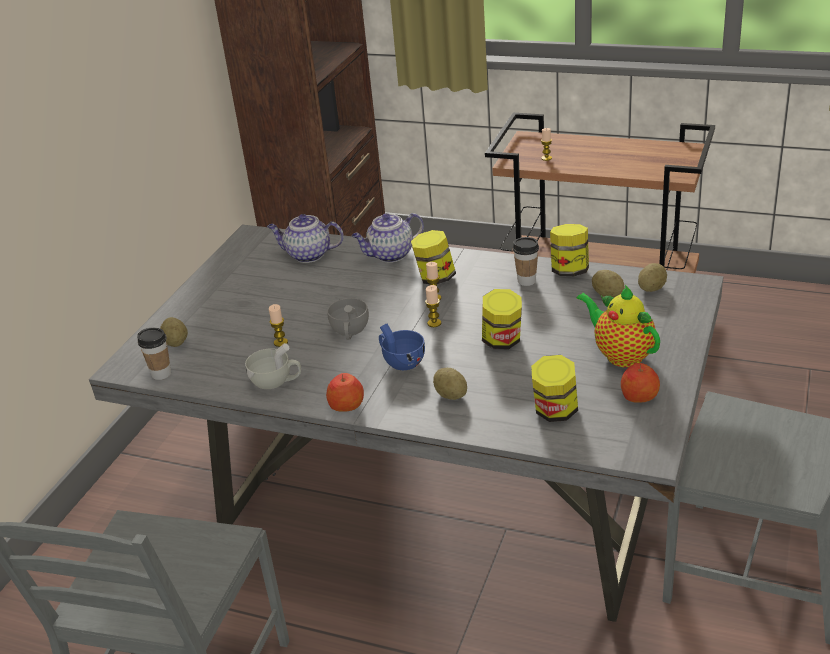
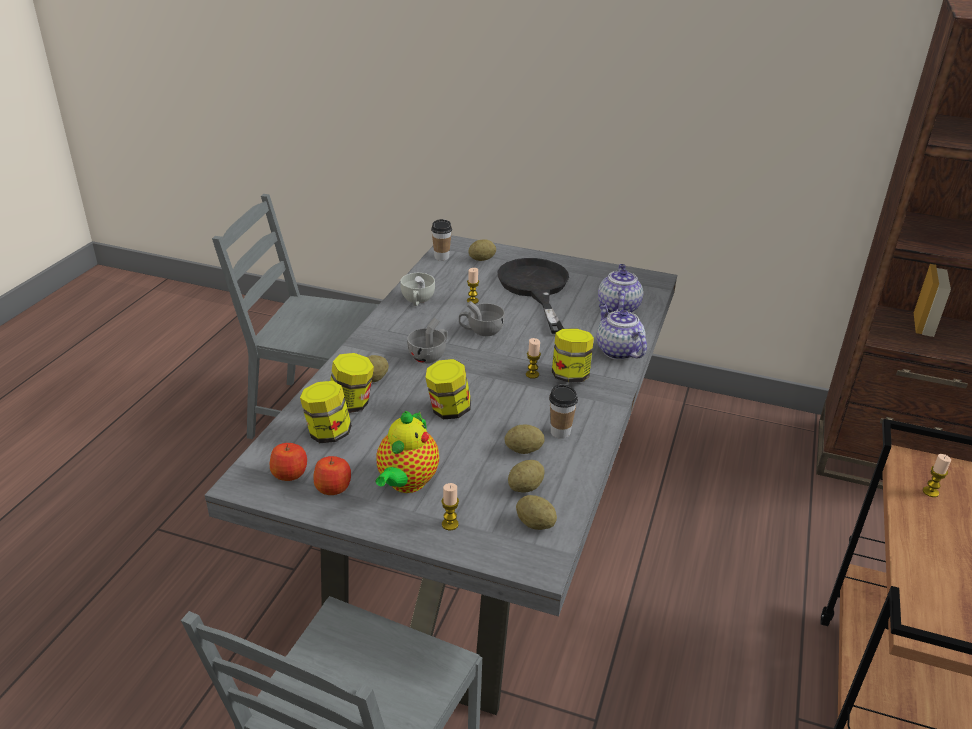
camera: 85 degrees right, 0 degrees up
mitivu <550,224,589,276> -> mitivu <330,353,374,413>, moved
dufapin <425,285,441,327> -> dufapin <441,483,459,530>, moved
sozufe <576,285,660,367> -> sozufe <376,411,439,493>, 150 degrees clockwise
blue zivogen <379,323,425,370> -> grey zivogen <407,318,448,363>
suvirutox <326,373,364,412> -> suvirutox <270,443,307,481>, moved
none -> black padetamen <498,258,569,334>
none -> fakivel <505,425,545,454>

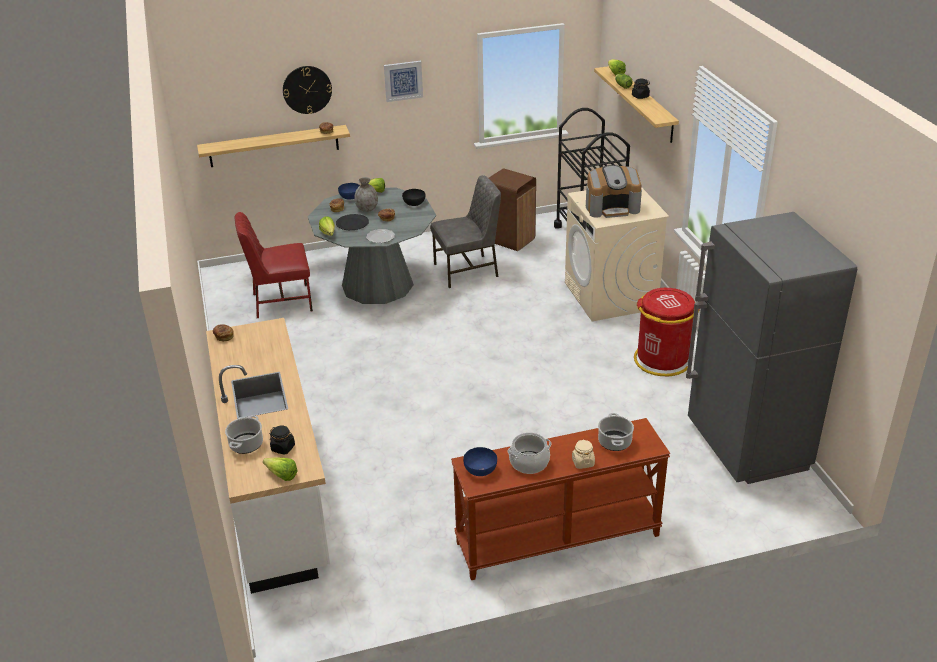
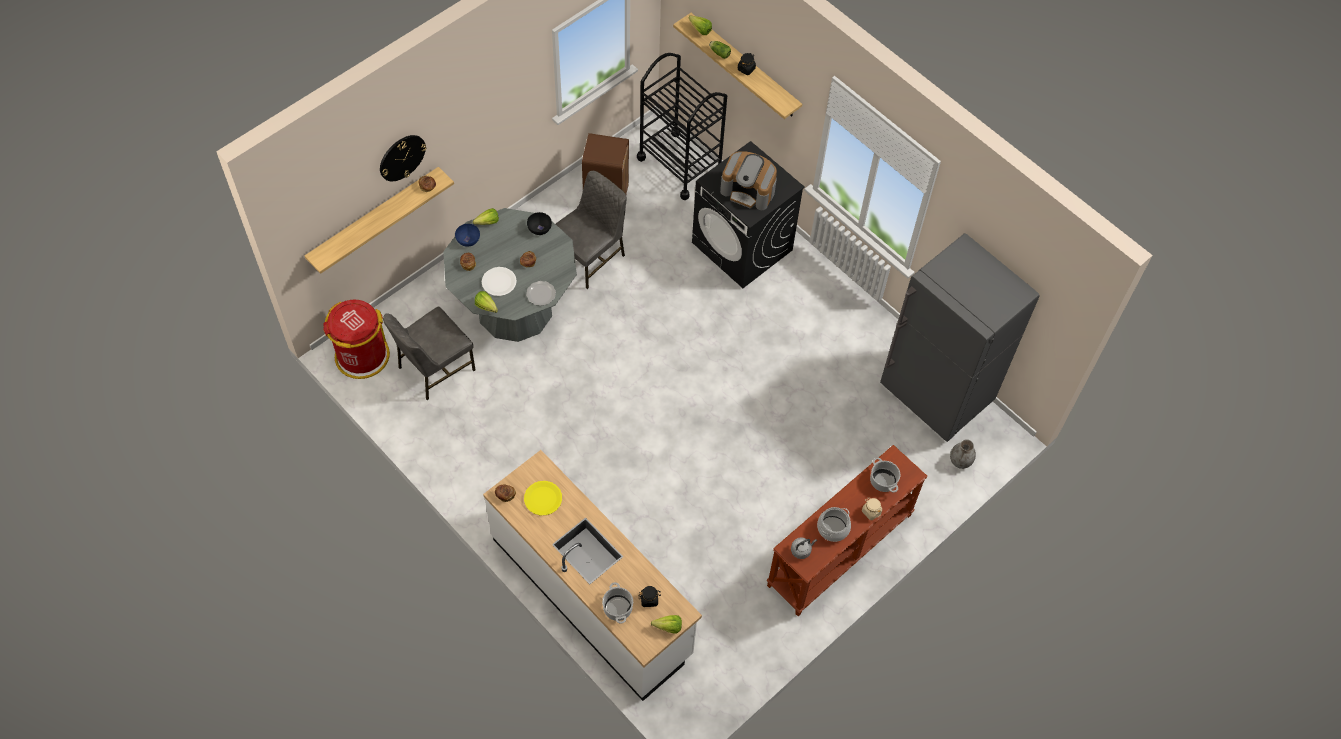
camera: 30 degrees left, 25 degrees up
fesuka <384,61,423,102> -> none
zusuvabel <586,165,642,218> -> zusuvabel <720,151,777,210>, 60 degrees clockwise
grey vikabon <354,177,378,212> -> grey vikabon <950,439,976,469>, moved
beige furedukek <565,187,669,321> -> black furedukek <692,141,805,288>
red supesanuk <235,212,313,318> -> grey supesanuk <383,307,476,400>
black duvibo <336,214,369,230> -> white duvibo <482,267,517,296>
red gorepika <634,288,700,376> -> red gorepika <323,300,390,379>, moved
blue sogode <463,447,497,476> -> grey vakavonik <791,537,817,559>
none -> yellow duvibo <524,481,562,515>

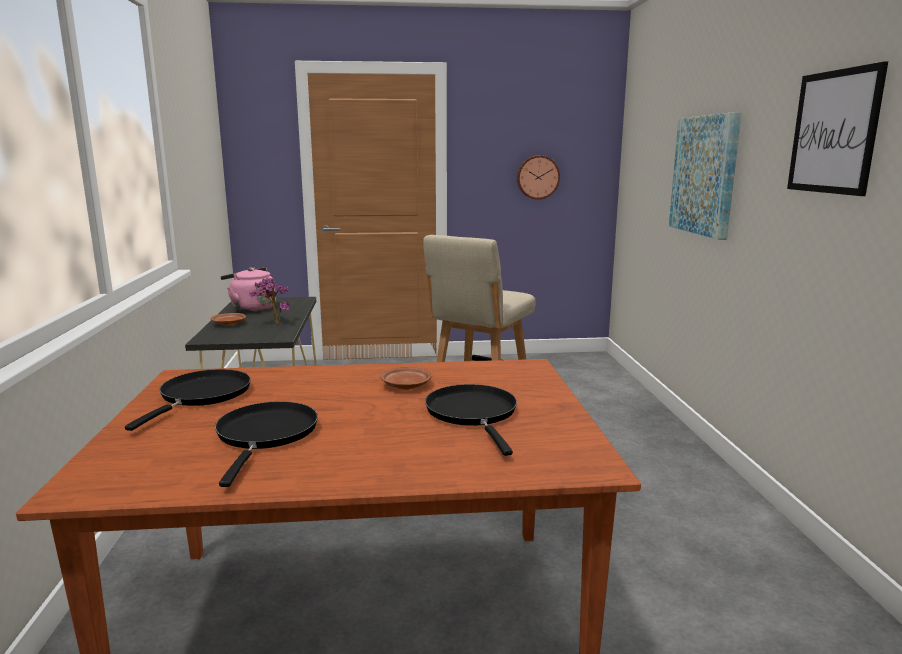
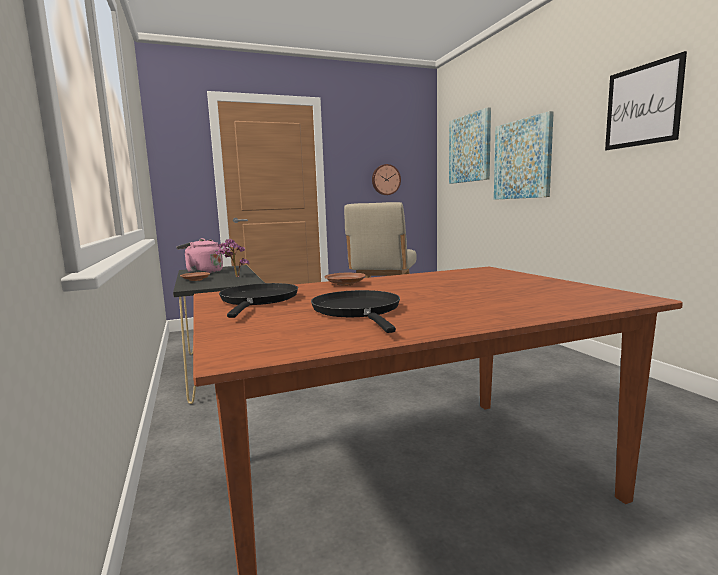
camera: 15 degrees left, 5 degrees down
brown duvibo <380,367,432,390> -> brown duvibo <324,272,366,286>, moved
black padetamen <425,384,517,456> -> none
none -> fesuka <449,107,491,184>

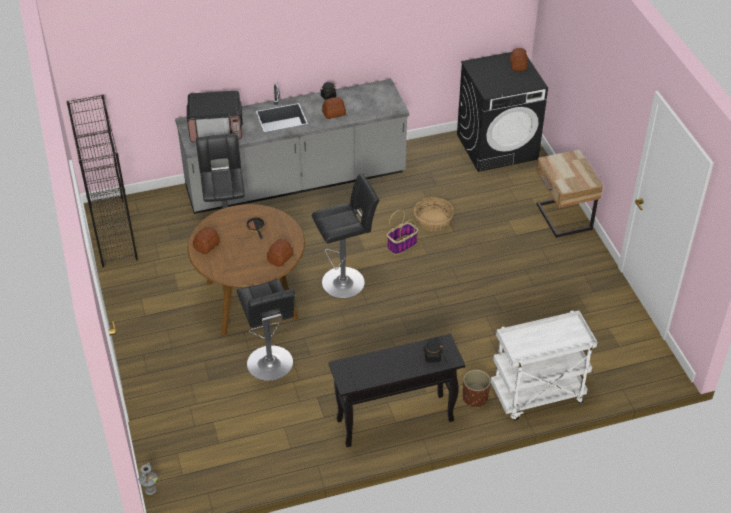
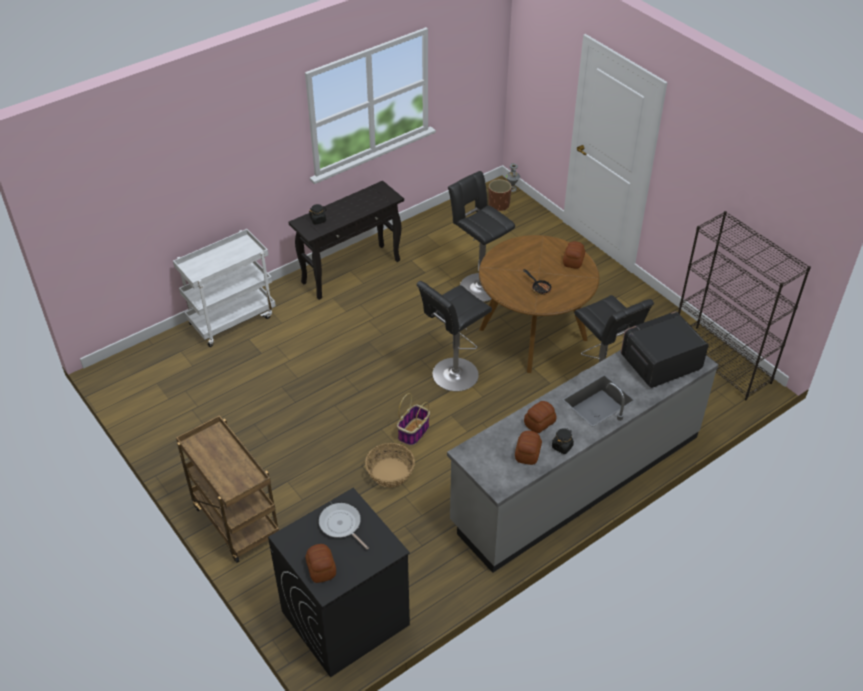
camera: 160 degrees right, 0 degrees up
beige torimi <536,149,603,238> -> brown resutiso <176,415,279,563>
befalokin <267,239,293,267> -> befalokin <515,431,542,465>, moved
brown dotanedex <463,370,491,408> -> brown dotanedex <489,179,512,211>, moved
none -> padetamen <319,503,369,550>

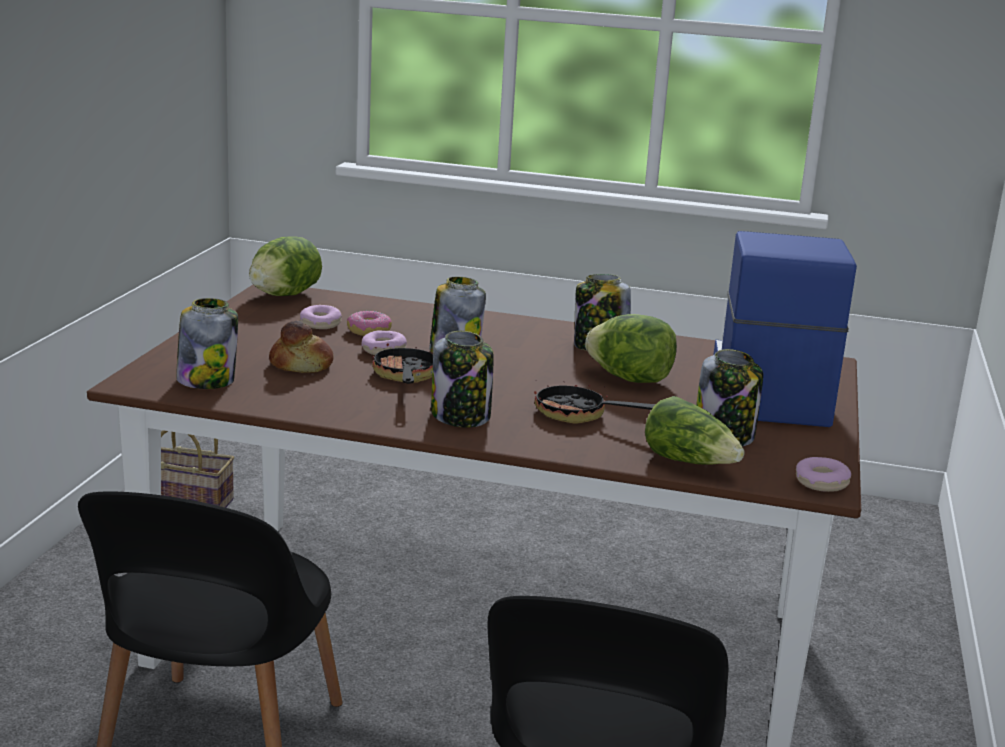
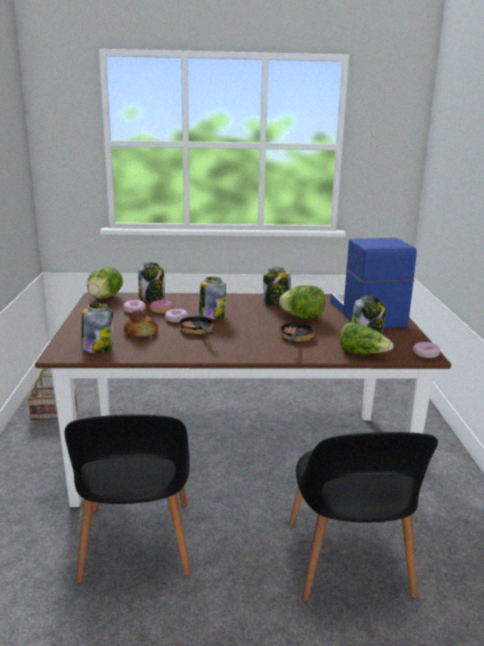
camera: 15 degrees left, 0 degrees up
mitivu <431,331,493,427> -> mitivu <138,262,165,302>, moved
padetamen <534,381,656,424> -> padetamen <279,320,315,342>, 90 degrees clockwise

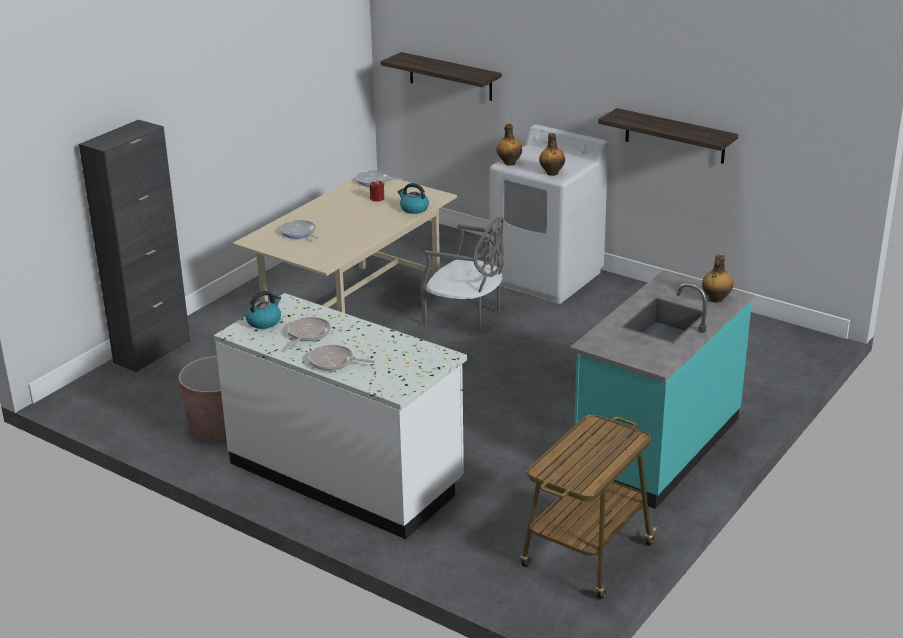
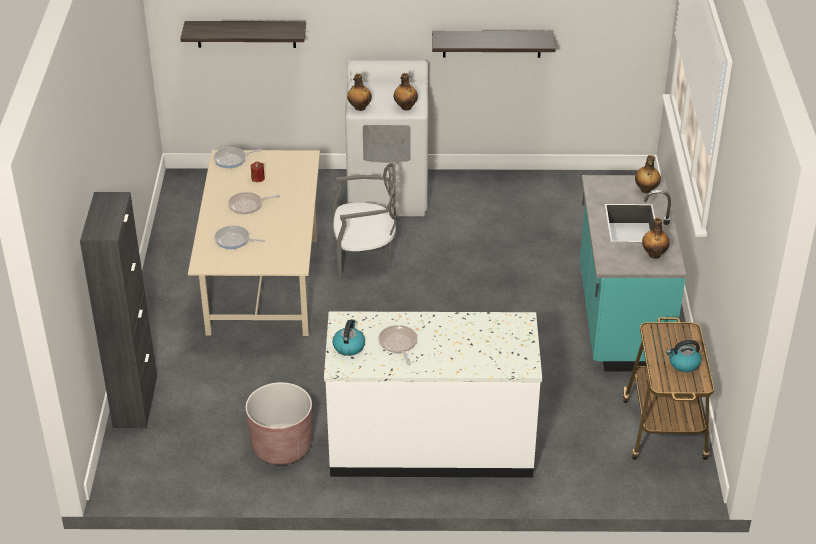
camera: 35 degrees left, 10 degrees up
vakavonik <397,183,429,214> -> vakavonik <666,340,702,372>, moved
padetamen <308,345,375,371> -> padetamen <228,192,280,214>, moved
none -> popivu <642,218,670,259>

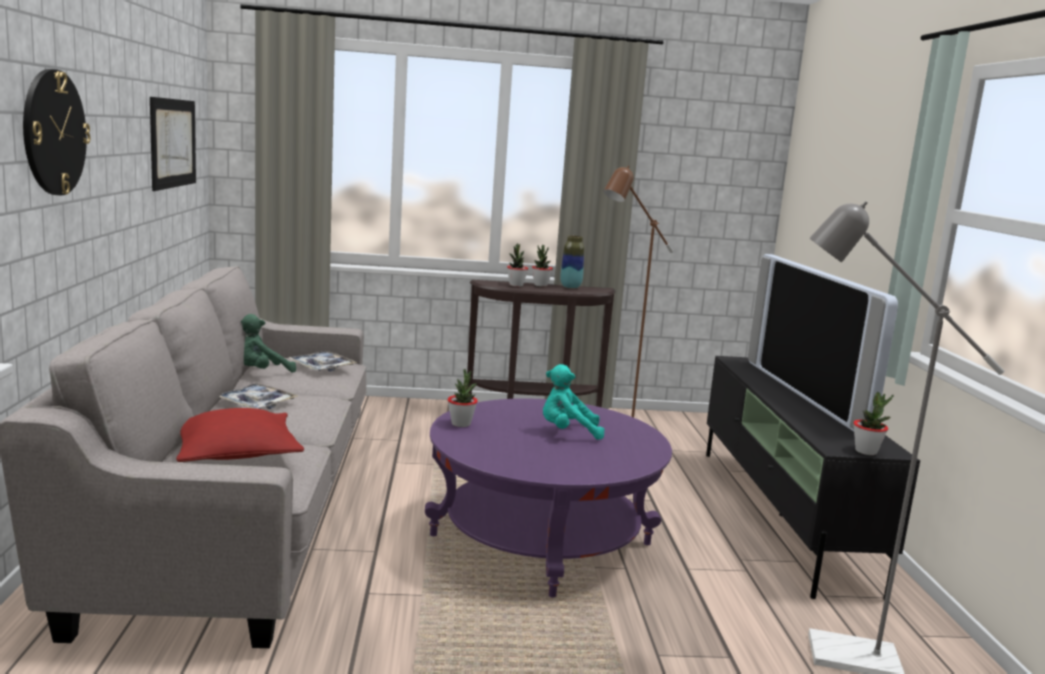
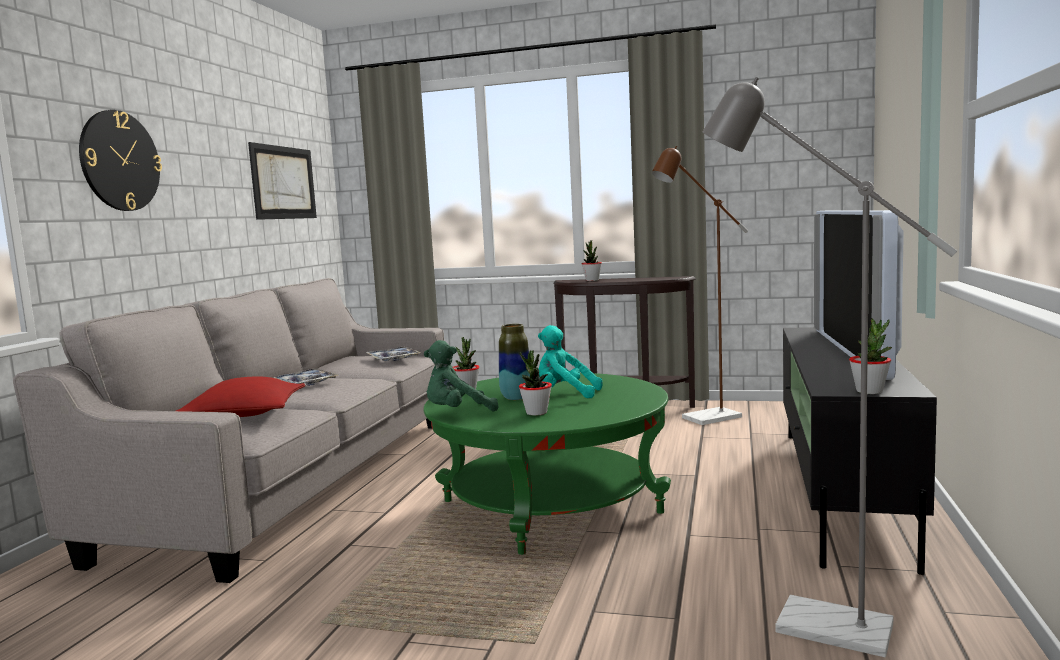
camera: 20 degrees right, 5 degrees down
vikabon <560,235,584,288> -> vikabon <499,324,530,400>, moved
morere <532,245,553,287> -> morere <519,350,552,416>, moved
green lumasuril <241,314,296,373> -> green lumasuril <424,340,498,411>, moved
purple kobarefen <425,398,672,597> -> green kobarefen <424,373,671,555>

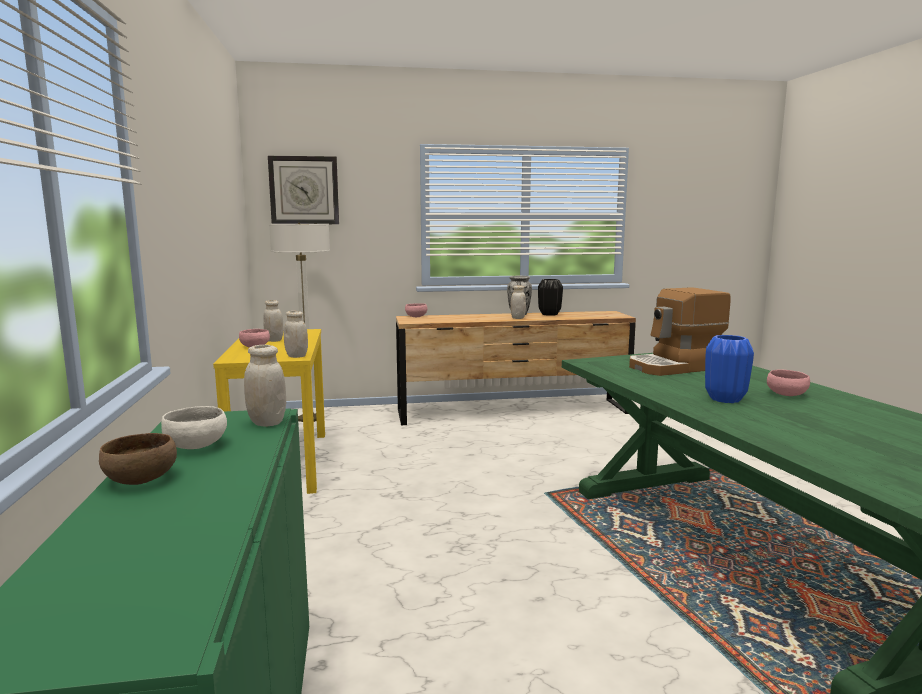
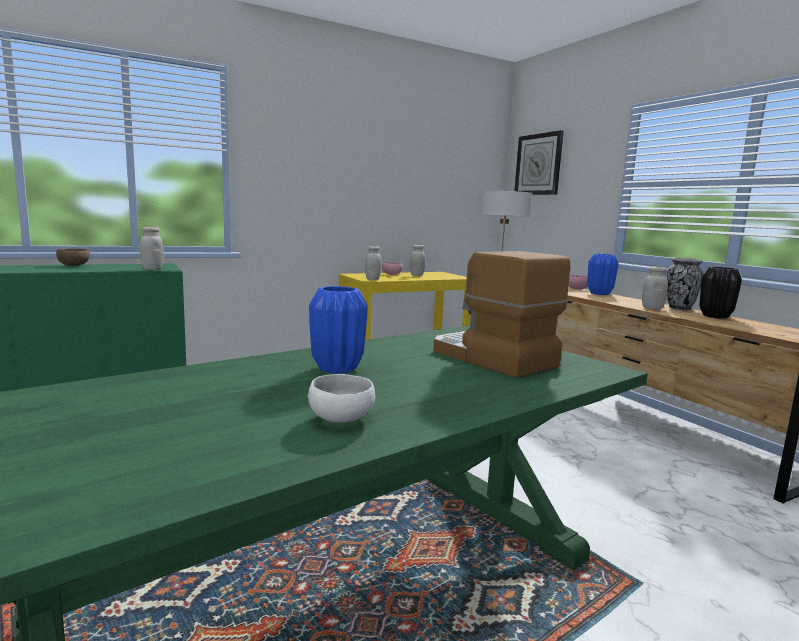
camera: 70 degrees right, 0 degrees up
pink sogode <767,369,810,396> -> none
white sogode <161,406,227,449> -> white sogode <308,374,375,423>, moved
none -> blue vikabon <587,254,619,295>

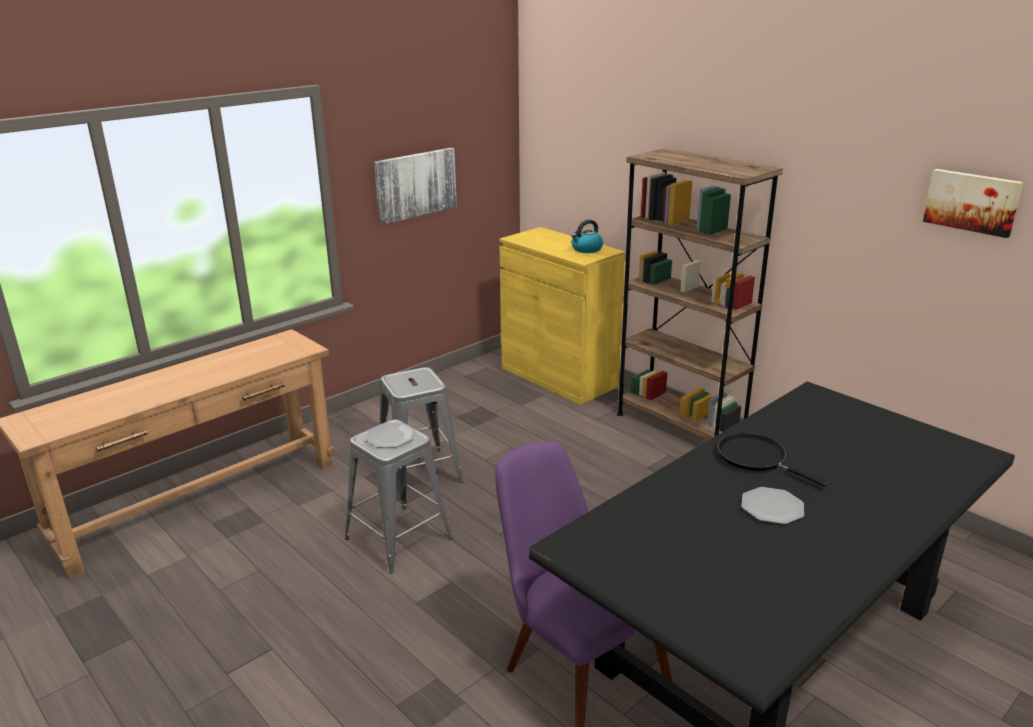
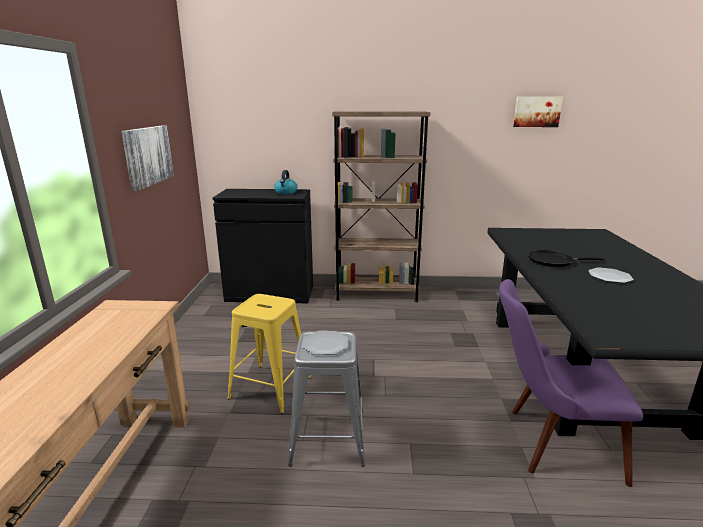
camera: 45 degrees left, 5 degrees down
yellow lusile <499,227,625,405> -> black lusile <213,189,313,303>
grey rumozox <380,367,464,499> -> yellow rumozox <227,294,311,413>

